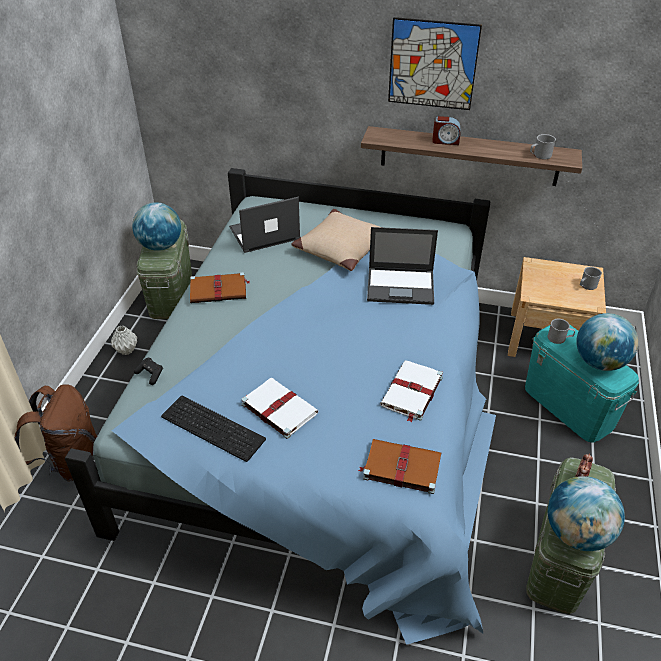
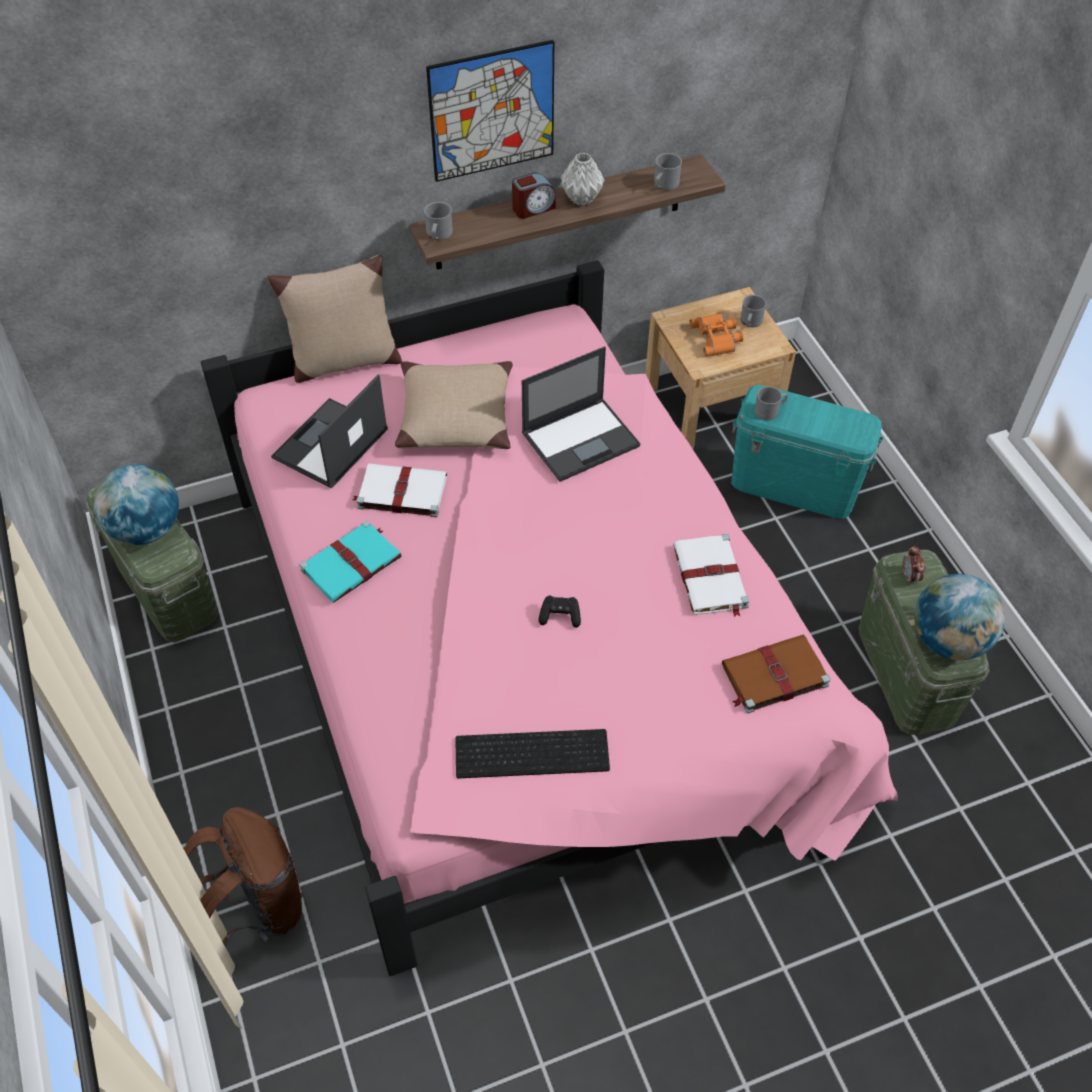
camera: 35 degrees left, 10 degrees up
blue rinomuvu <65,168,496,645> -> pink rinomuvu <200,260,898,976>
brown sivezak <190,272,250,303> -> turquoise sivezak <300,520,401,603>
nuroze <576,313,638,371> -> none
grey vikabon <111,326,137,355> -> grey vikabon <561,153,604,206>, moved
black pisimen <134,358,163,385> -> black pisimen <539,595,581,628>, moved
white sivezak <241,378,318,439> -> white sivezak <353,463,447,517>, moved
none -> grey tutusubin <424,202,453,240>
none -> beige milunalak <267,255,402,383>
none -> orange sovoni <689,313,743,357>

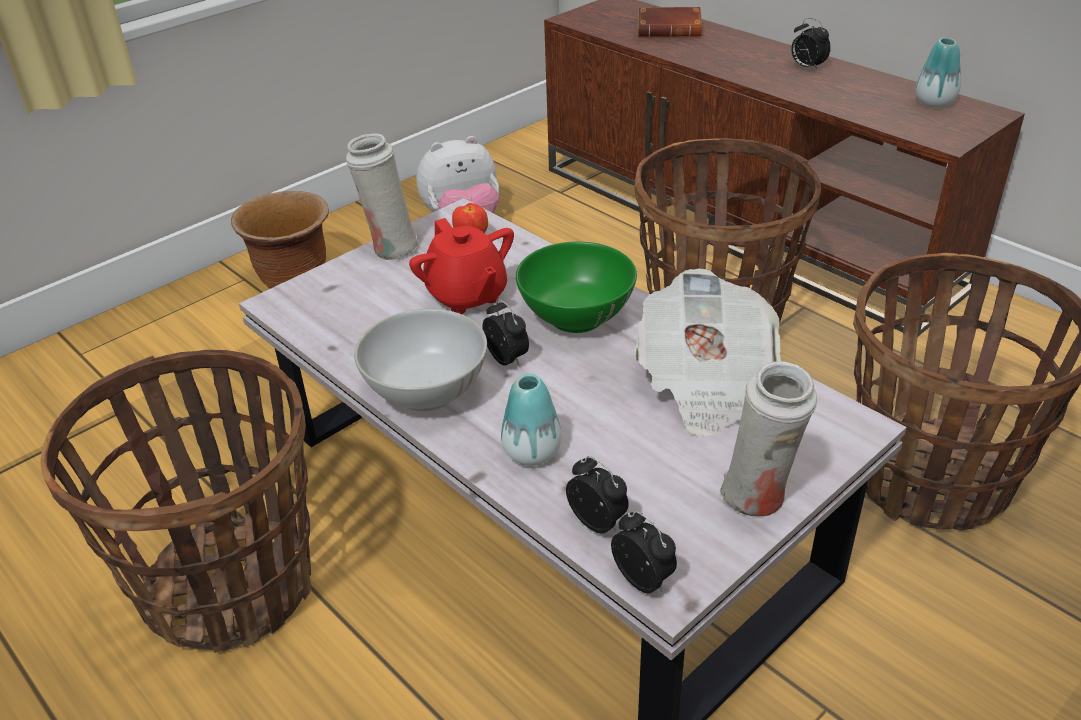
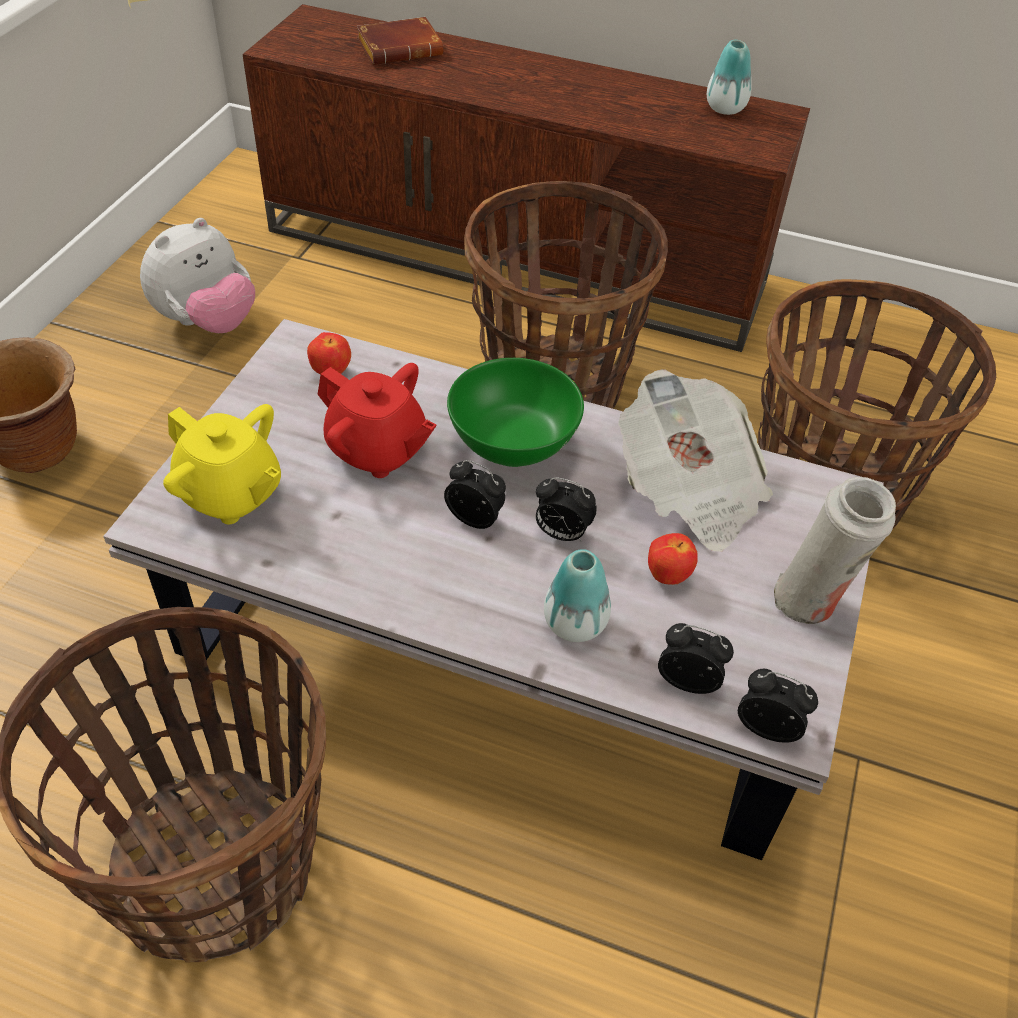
camera: 30 degrees left, 10 degrees up
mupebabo <791,18,831,71> -> mupebabo <536,477,597,541>, moved
white vikabon <346,133,417,260> -> none
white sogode <354,309,487,411> -> none
none -> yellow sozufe <163,404,281,524>
none -> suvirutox <648,533,698,585>

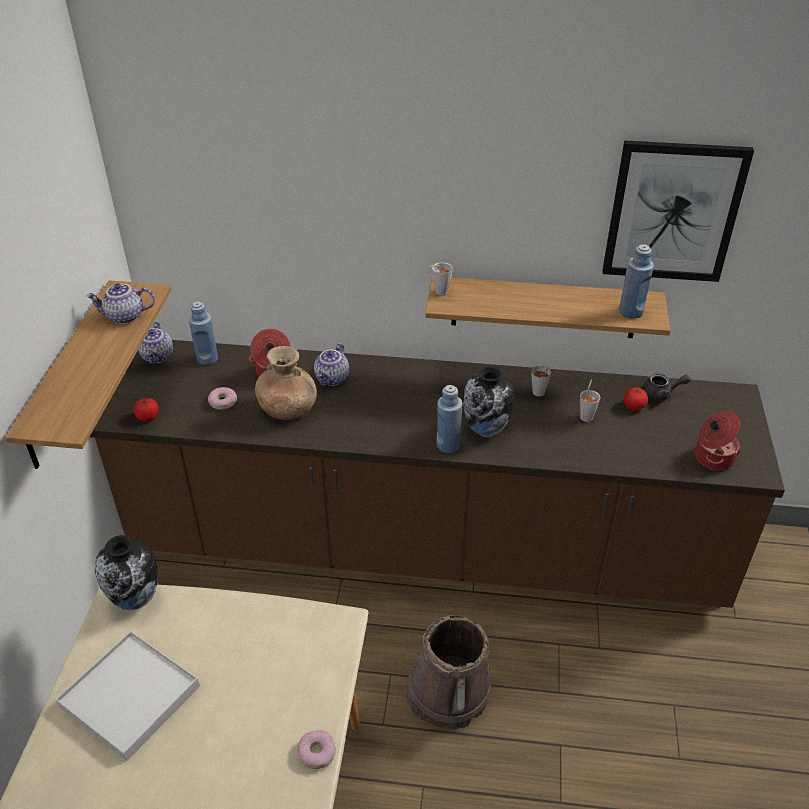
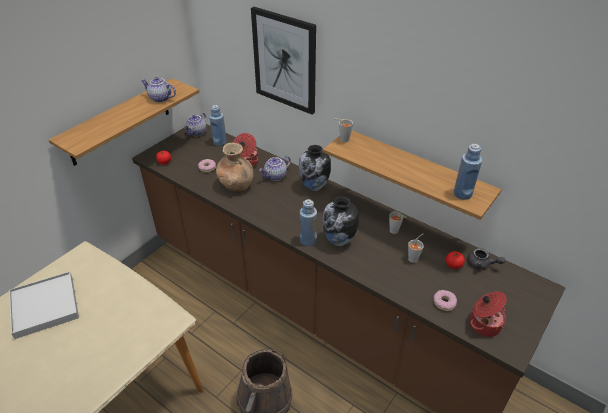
camera: 30 degrees right, 0 degrees up
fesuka <602,140,754,282> -> fesuka <251,7,316,115>, moved
vikabon <95,535,158,610> -> vikabon <299,145,331,191>, moved
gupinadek <297,730,336,769> -> gupinadek <433,290,457,311>, moved

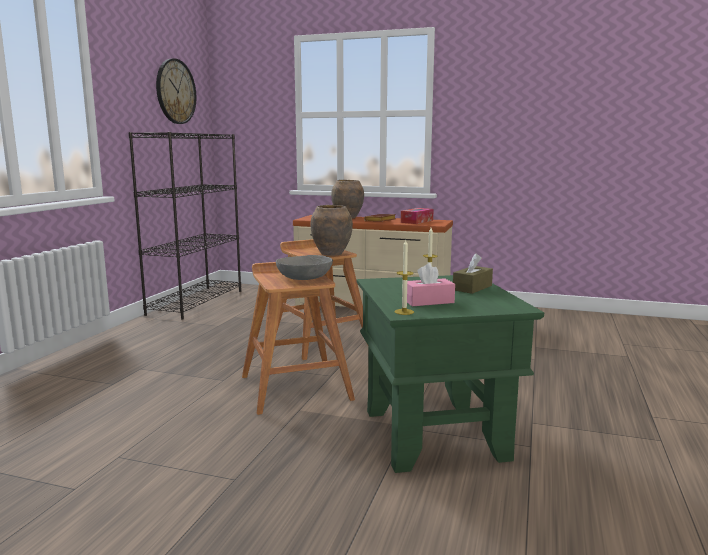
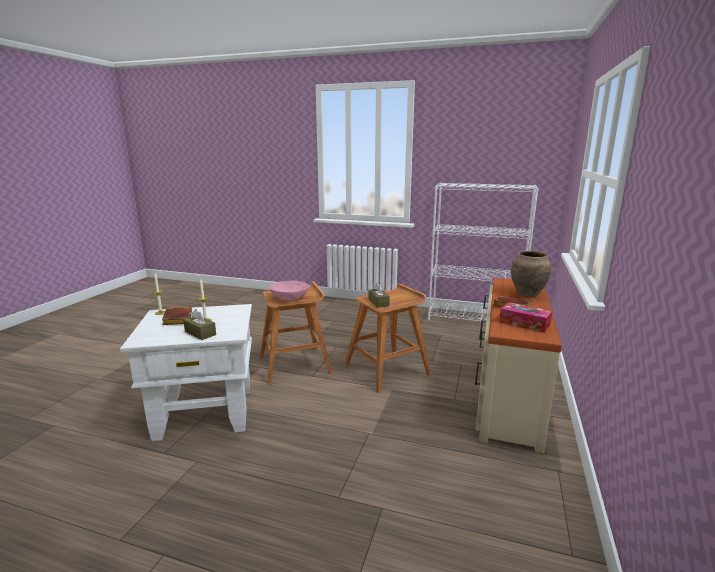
camera: 90 degrees right, 5 degrees up
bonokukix <156,58,196,124> -> none
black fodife <128,132,241,320> -> white fodife <428,182,539,321>
brown vikabon <310,205,353,256> -> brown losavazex <368,283,390,308>
grey sogode <276,255,333,280> -> pink sogode <269,281,309,300>
pink losavazex <407,263,455,306> -> brown sivezak <162,307,192,325>
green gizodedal <356,275,544,473> -> white gizodedal <120,304,252,441>

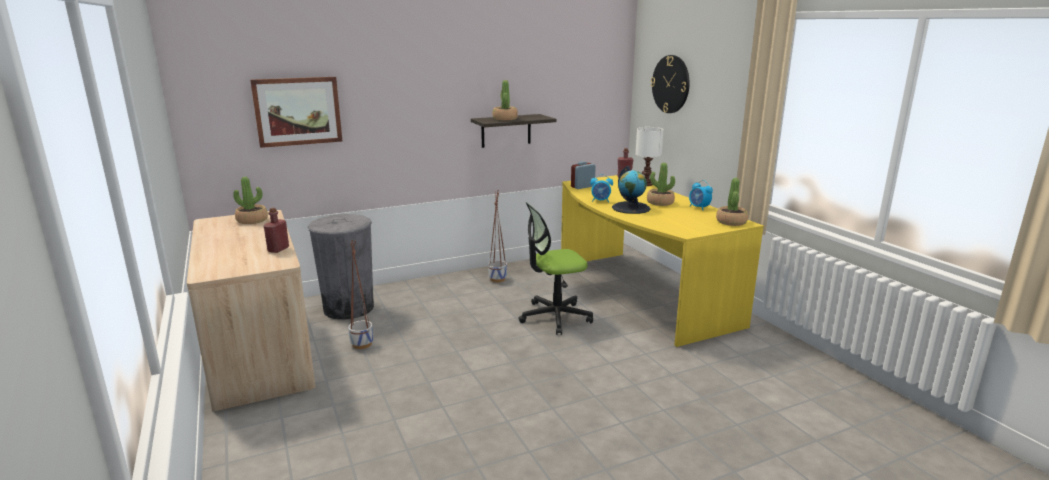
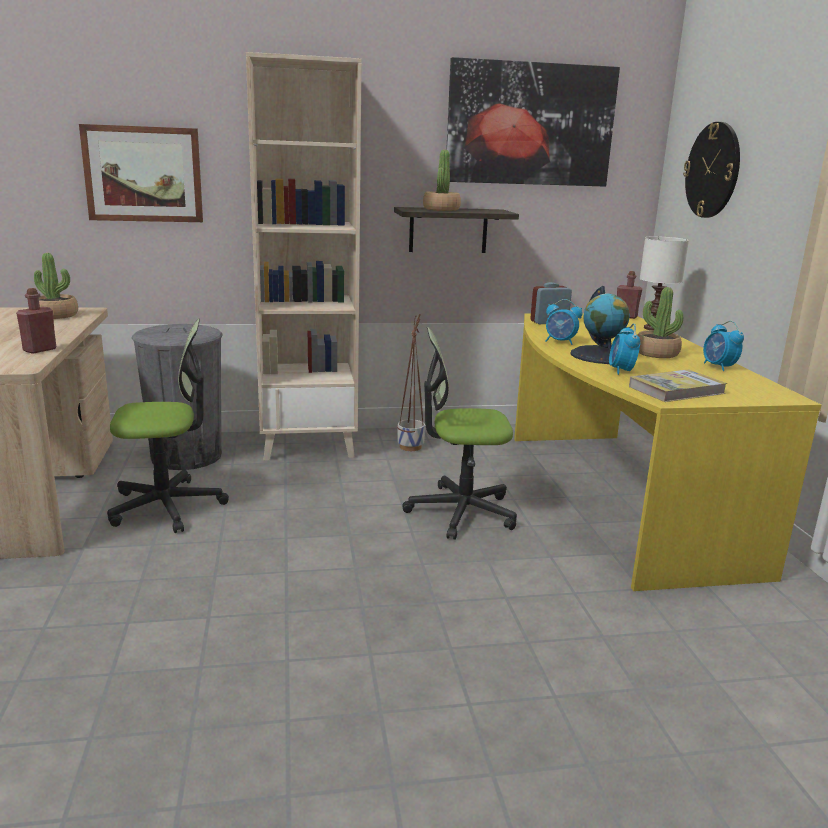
camera: 15 degrees right, 0 degrees up
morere <716,178,748,226> -> none
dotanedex <348,240,374,349> -> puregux <107,319,229,533>
none -> beige fodife <246,52,362,461>
none -> fesuka <446,57,620,187>
none -> mupebabo <609,323,640,375>
none -> sivezak <629,370,727,402>

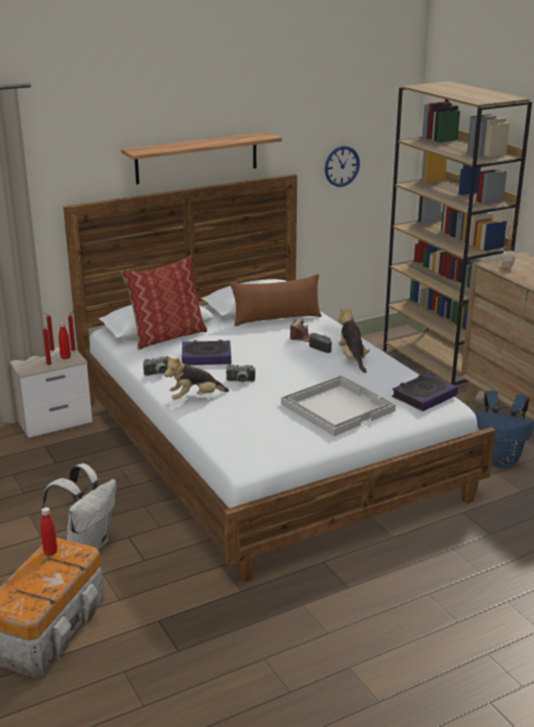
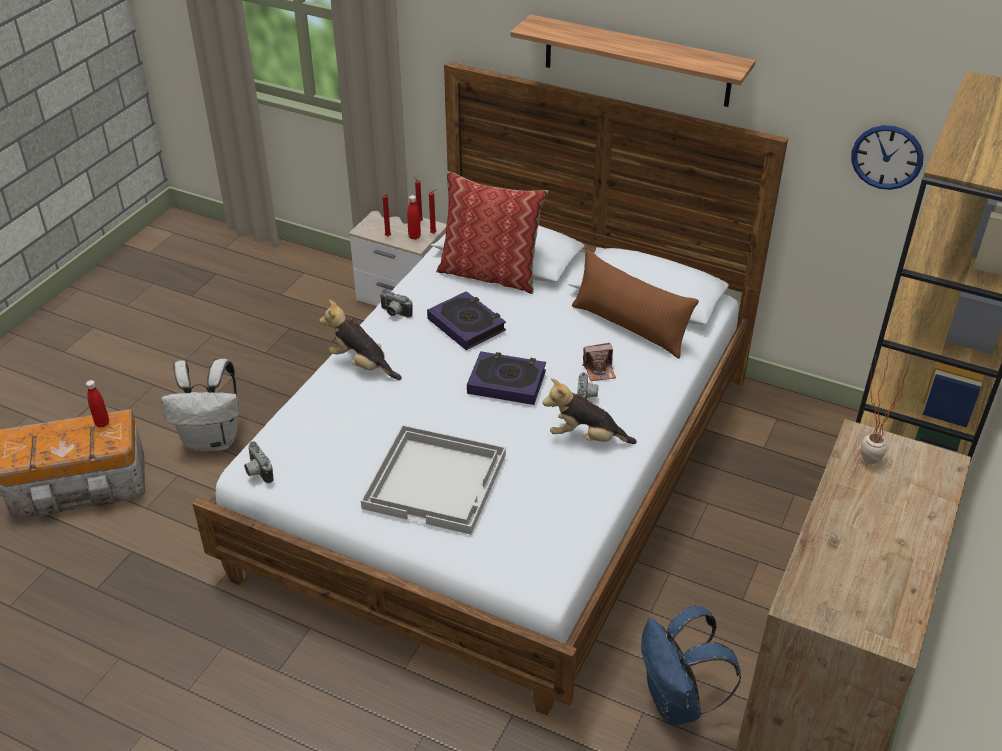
camera: 55 degrees right, 15 degrees up
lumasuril <338,306,370,373> -> lumasuril <543,378,637,444>, 120 degrees counterclockwise
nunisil <226,364,255,382> -> nunisil <244,441,274,483>, moved
sivezak <392,373,458,411> -> sivezak <467,351,546,405>, moved

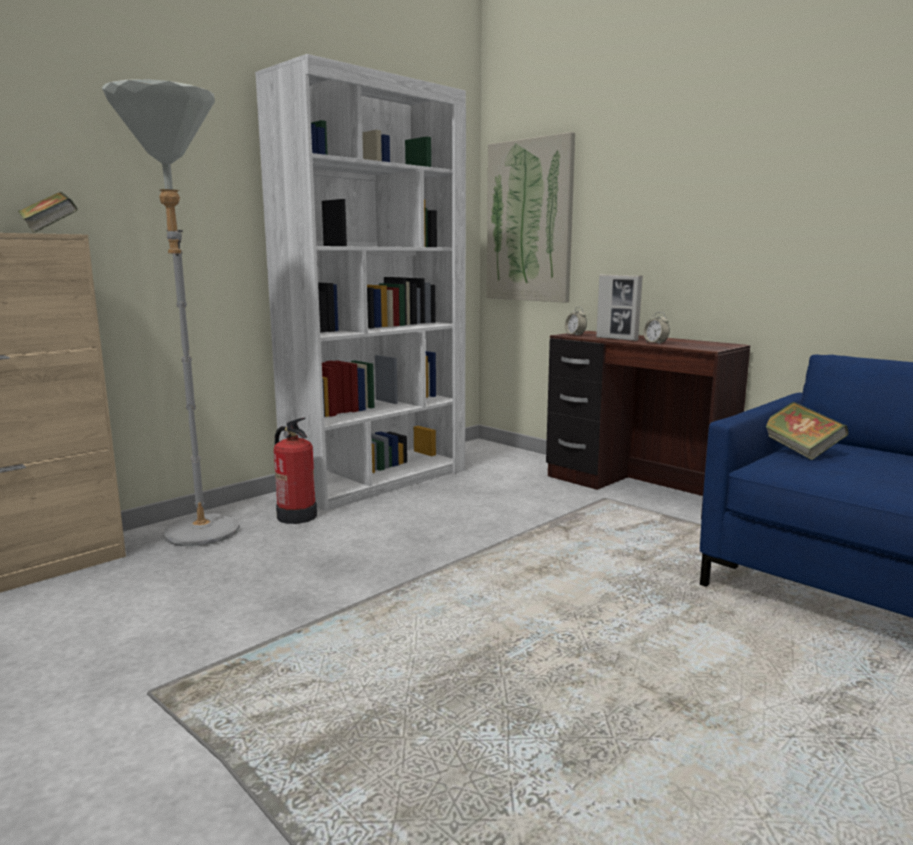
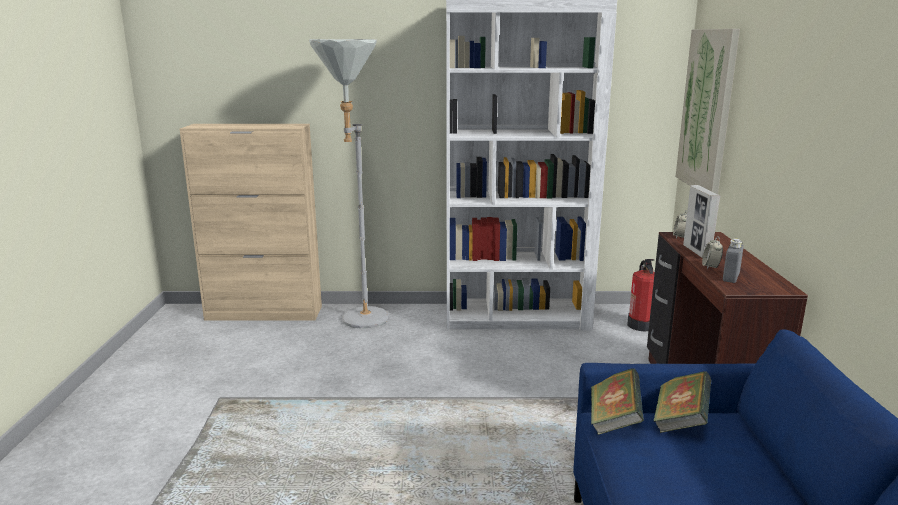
camera: 45 degrees right, 5 degrees up
sivezak <18,192,78,233> -> sivezak <591,368,644,435>, moved
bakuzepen <274,418,317,524> -> bakuzepen <627,259,655,332>, moved
none -> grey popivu <723,239,744,283>

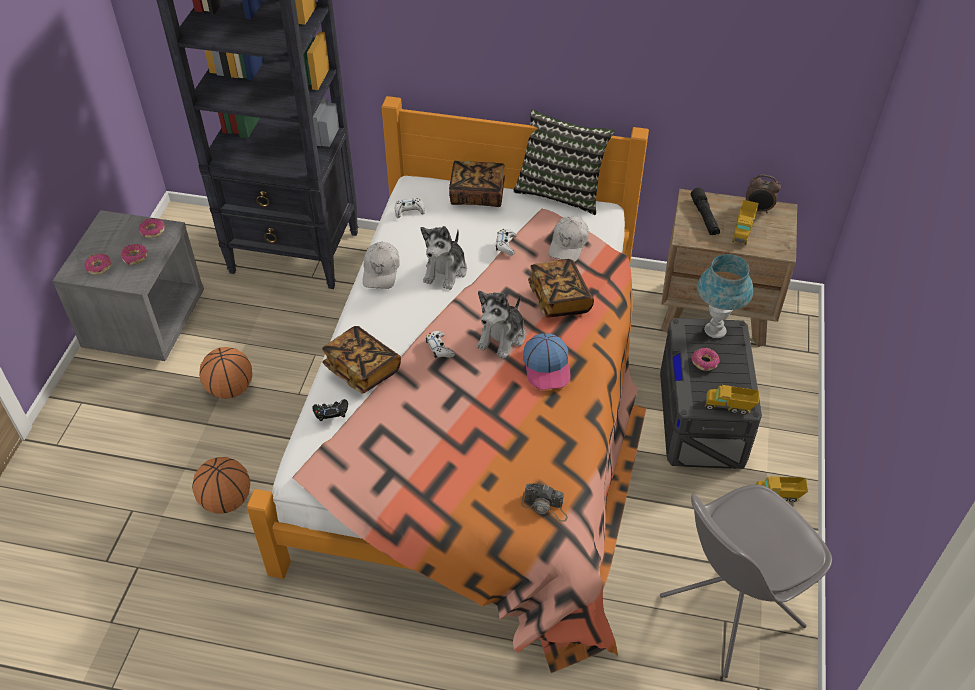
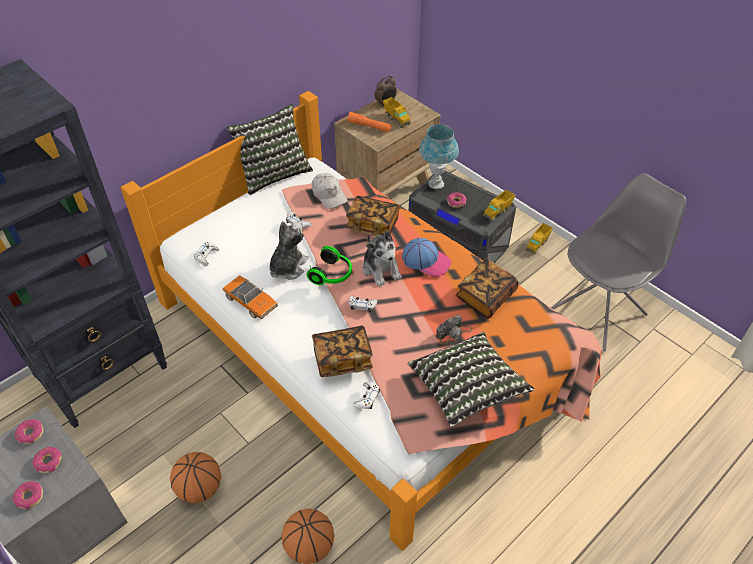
camera: 55 degrees left, 0 degrees up
sivezak <449,160,505,207> -> sivezak <456,259,519,319>, moved
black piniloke <691,188,720,235> -> orange piniloke <347,112,392,132>
lumasuril <421,226,467,290> -> lumasuril <269,221,309,280>, 120 degrees counterclockwise
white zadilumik <363,242,400,289> -> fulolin <222,275,278,319>
black pisimen <312,399,348,421> -> white pisimen <353,382,380,409>
nunisil <521,483,568,522> -> nunisil <436,315,473,344>, moved
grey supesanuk <660,485,832,678> -> grey supesanuk <551,173,686,352>, 135 degrees counterclockwise
none -> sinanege <307,246,352,285>
none -> milunalak <408,331,535,427>

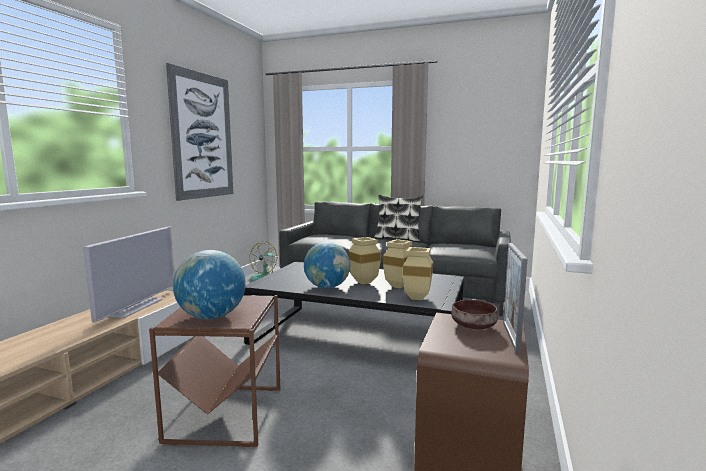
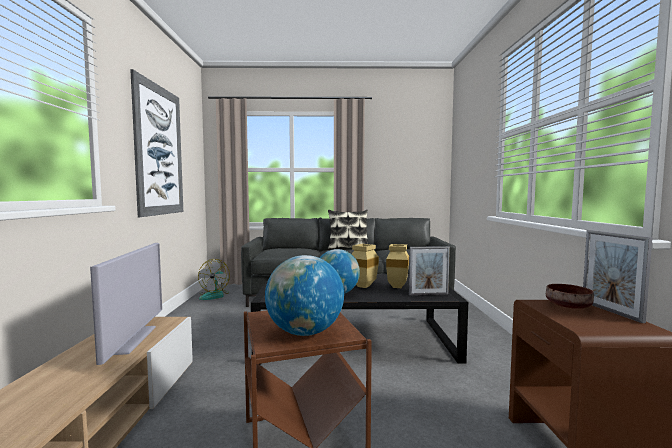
camera: 20 degrees left, 5 degrees down
beige vikabon <403,247,433,300> -> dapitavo <409,246,450,295>

